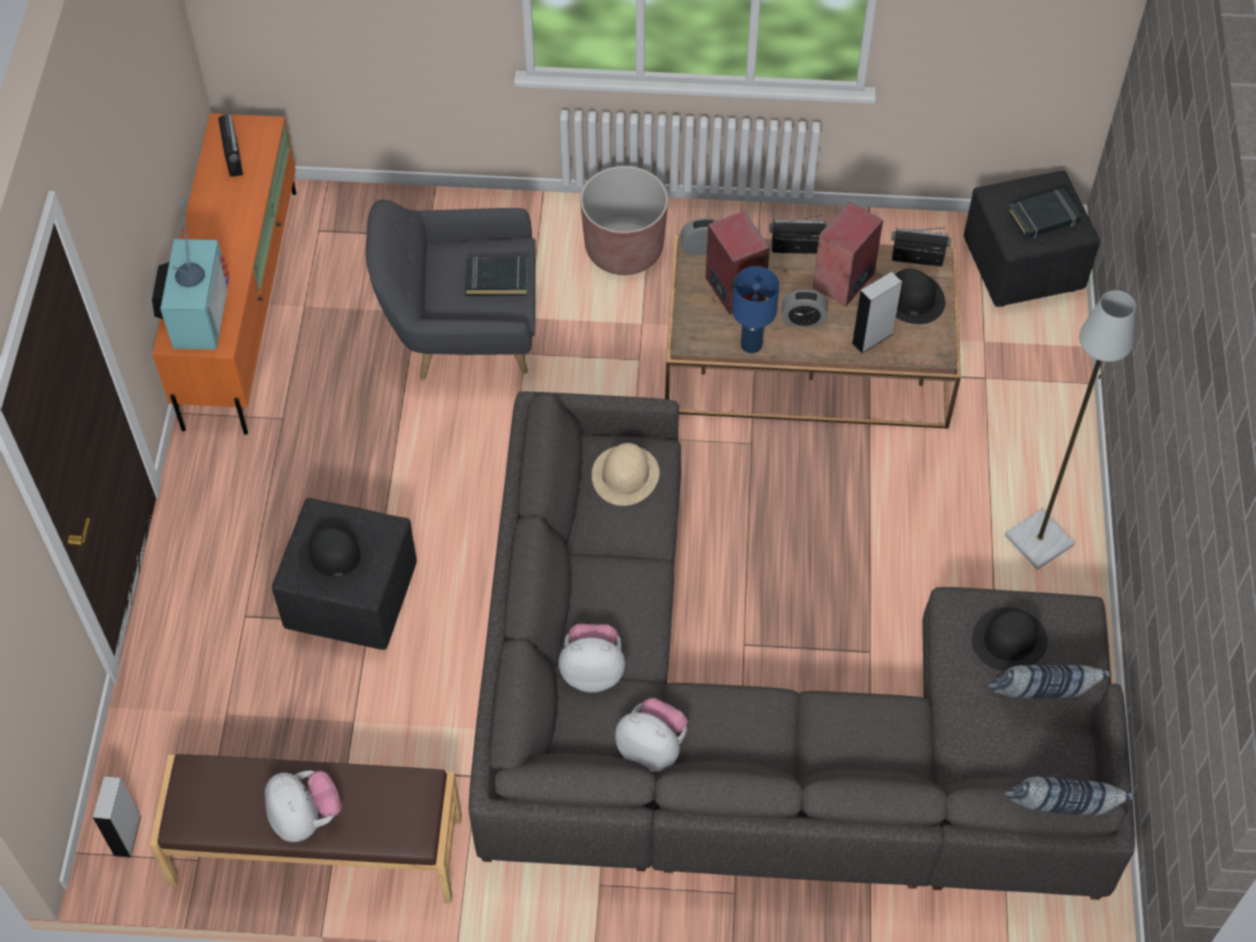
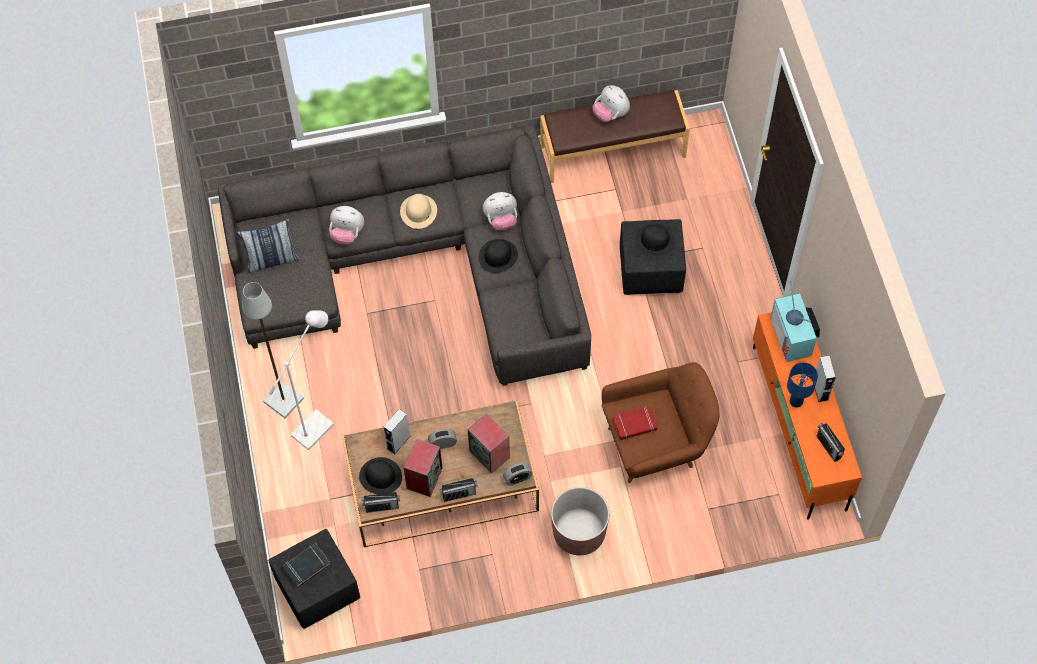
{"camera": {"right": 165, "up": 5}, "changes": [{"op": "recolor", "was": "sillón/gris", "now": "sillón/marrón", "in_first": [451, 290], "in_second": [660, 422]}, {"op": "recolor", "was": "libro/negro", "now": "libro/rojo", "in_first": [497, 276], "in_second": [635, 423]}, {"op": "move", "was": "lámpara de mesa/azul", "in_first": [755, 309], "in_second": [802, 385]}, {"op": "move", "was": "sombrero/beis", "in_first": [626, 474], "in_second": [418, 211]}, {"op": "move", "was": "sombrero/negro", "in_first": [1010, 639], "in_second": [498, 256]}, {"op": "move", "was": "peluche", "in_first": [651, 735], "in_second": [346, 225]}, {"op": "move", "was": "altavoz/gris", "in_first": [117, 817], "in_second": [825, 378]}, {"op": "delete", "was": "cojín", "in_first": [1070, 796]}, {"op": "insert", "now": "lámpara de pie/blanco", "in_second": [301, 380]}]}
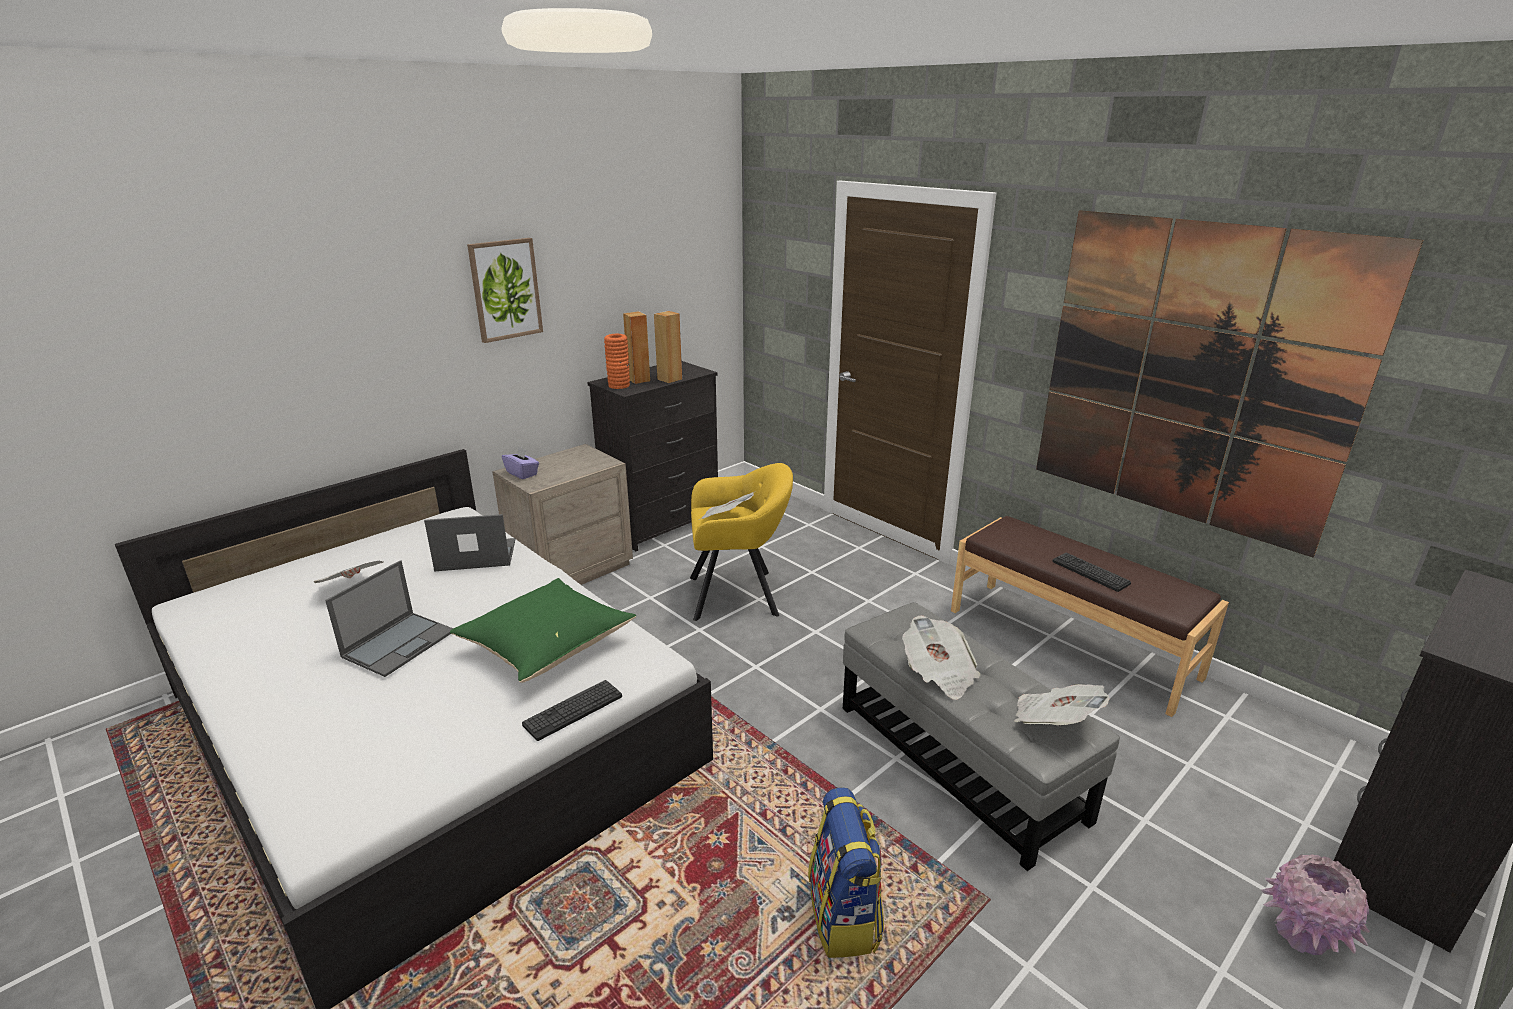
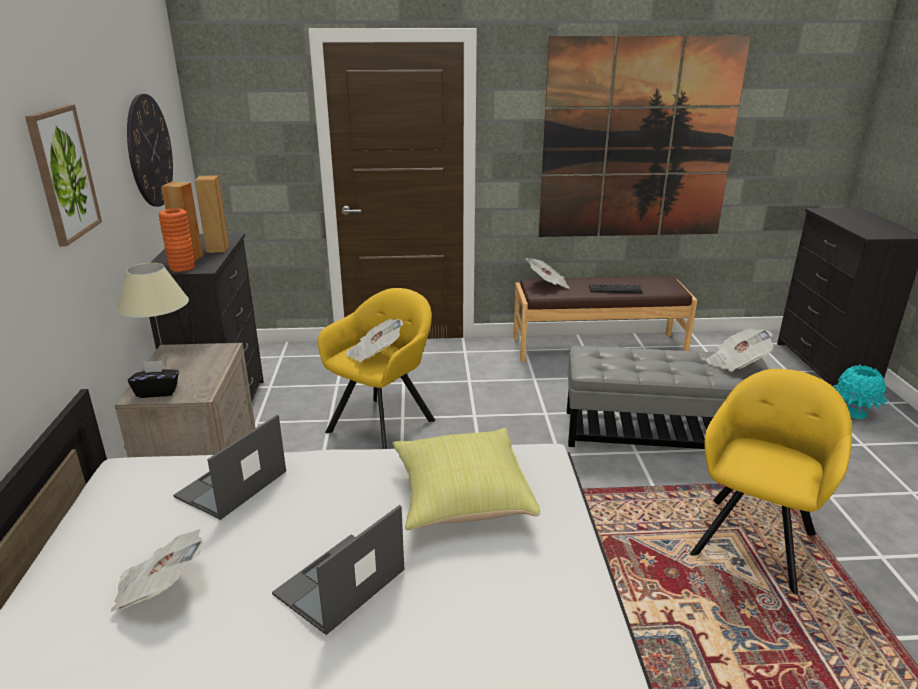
{"camera": {"right": -50, "up": 0}, "changes": [{"op": "recolor", "was": "caja de pañuelos/morado", "now": "caja de pañuelos/negro", "in_first": [520, 462], "in_second": [153, 379]}, {"op": "rotate", "was": "portátil", "in_first": [389, 618], "in_second": [338, 570], "clockwise": -120}, {"op": "recolor", "was": "cojín/verde", "now": "cojín/amarillo", "in_first": [543, 630], "in_second": [466, 479]}, {"op": "move", "was": "periódico", "in_first": [941, 657], "in_second": [547, 273]}, {"op": "delete", "was": "teclado", "in_first": [572, 710]}, {"op": "replace", "was": "mochila", "now": "sillón/amarillo", "in_first": [846, 872], "in_second": [771, 482]}, {"op": "recolor", "was": "florero/rosa", "now": "florero/turquesa", "in_first": [1315, 904], "in_second": [860, 392]}, {"op": "insert", "now": "reloj de pared", "in_second": [150, 150]}, {"op": "insert", "now": "lámpara de mesa/beis", "in_second": [152, 314]}]}
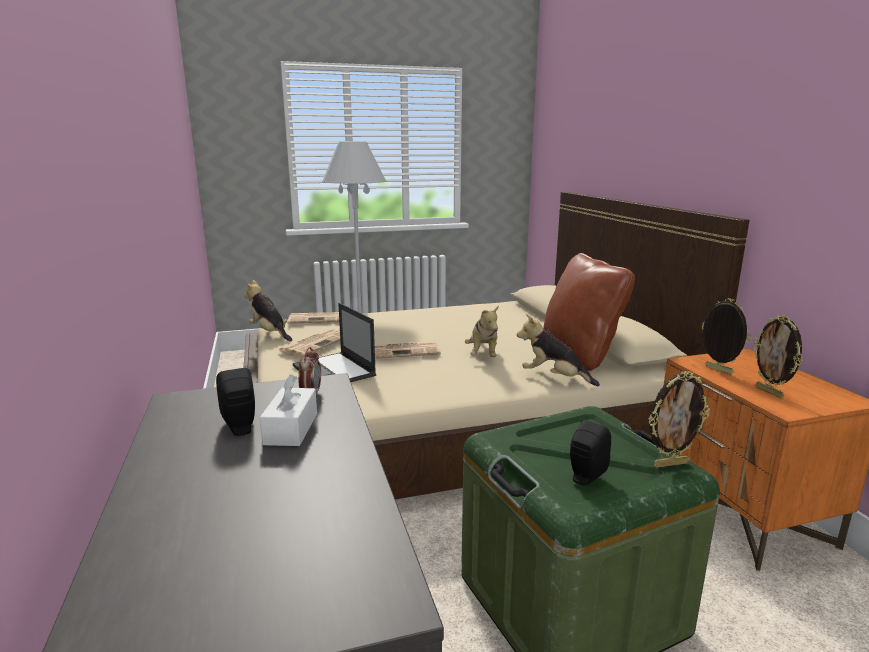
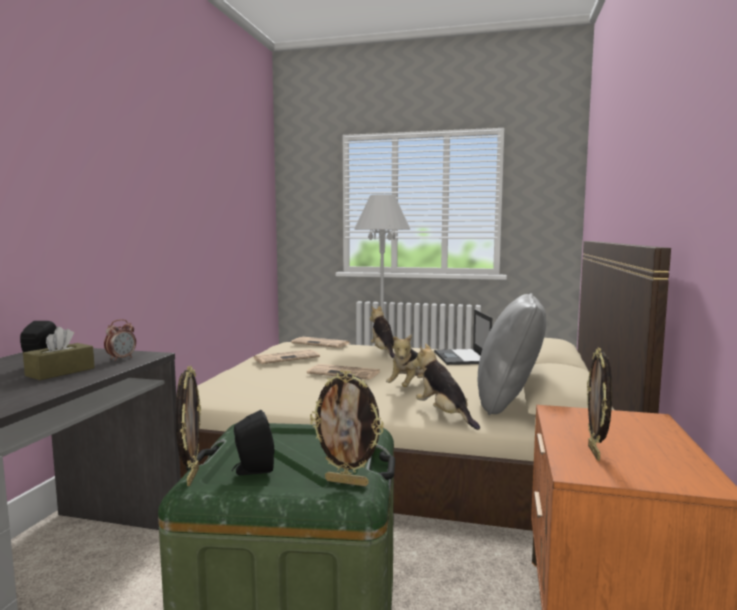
{"camera": {"right": 30, "up": -10}, "changes": [{"op": "recolor", "was": "cojín/marrón", "now": "cojín/gris", "in_first": [589, 312], "in_second": [512, 354]}, {"op": "move", "was": "peluche", "in_first": [267, 310], "in_second": [382, 332]}, {"op": "move", "was": "portarretratos", "in_first": [726, 336], "in_second": [188, 426]}, {"op": "move", "was": "portátil", "in_first": [334, 342], "in_second": [463, 337]}, {"op": "recolor", "was": "caja de pañuelos/blanco", "now": "caja de pañuelos/marrón", "in_first": [288, 410], "in_second": [59, 353]}]}
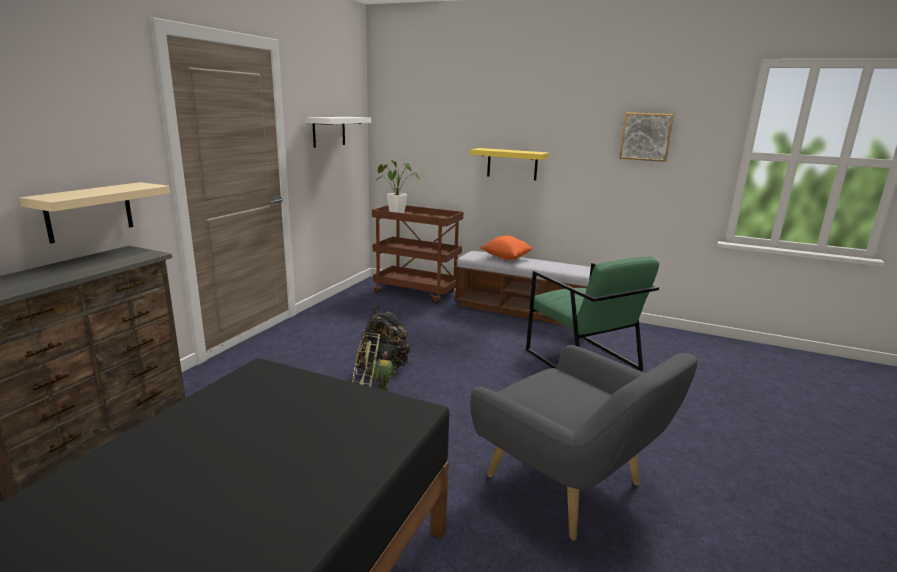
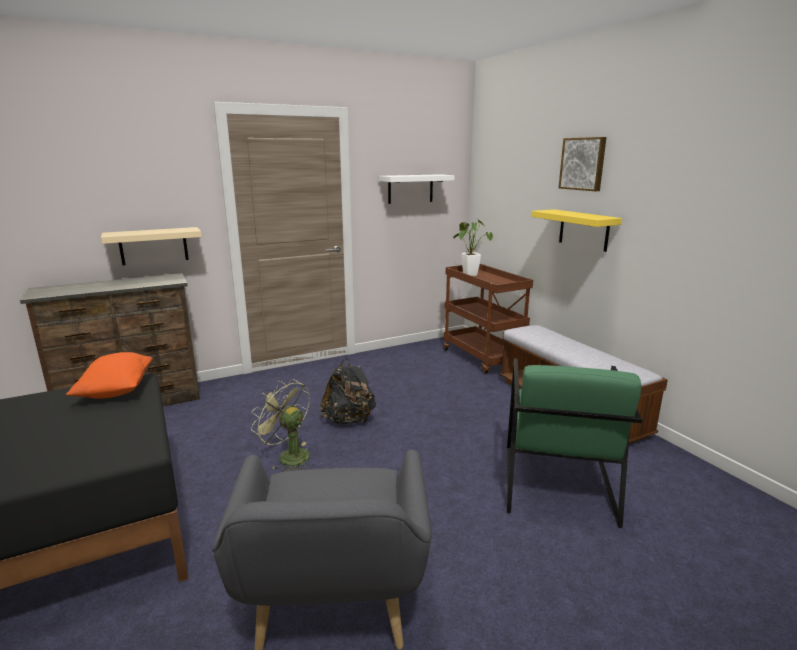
{"camera": {"right": 40, "up": 0}, "changes": [{"op": "move", "was": "cuadro", "in_first": [646, 137], "in_second": [582, 164]}, {"op": "move", "was": "cojín/naranja", "in_first": [506, 247], "in_second": [109, 375]}]}
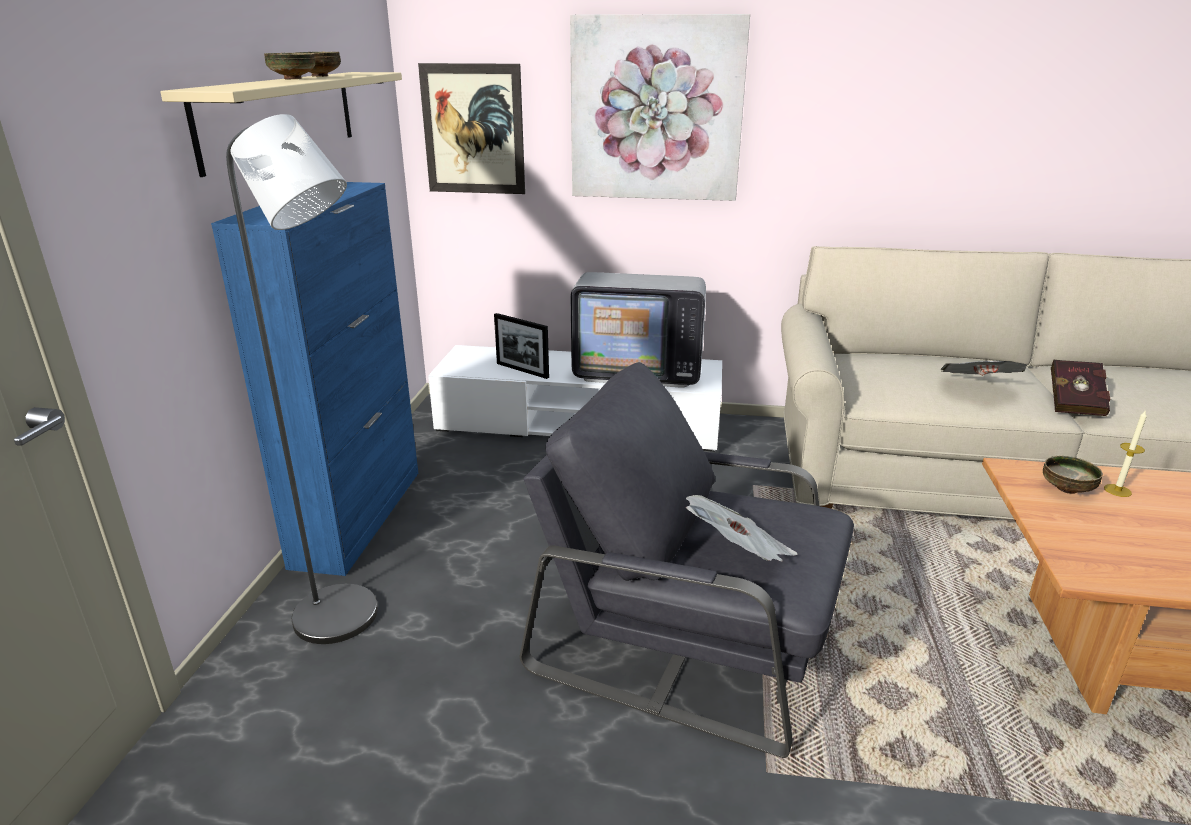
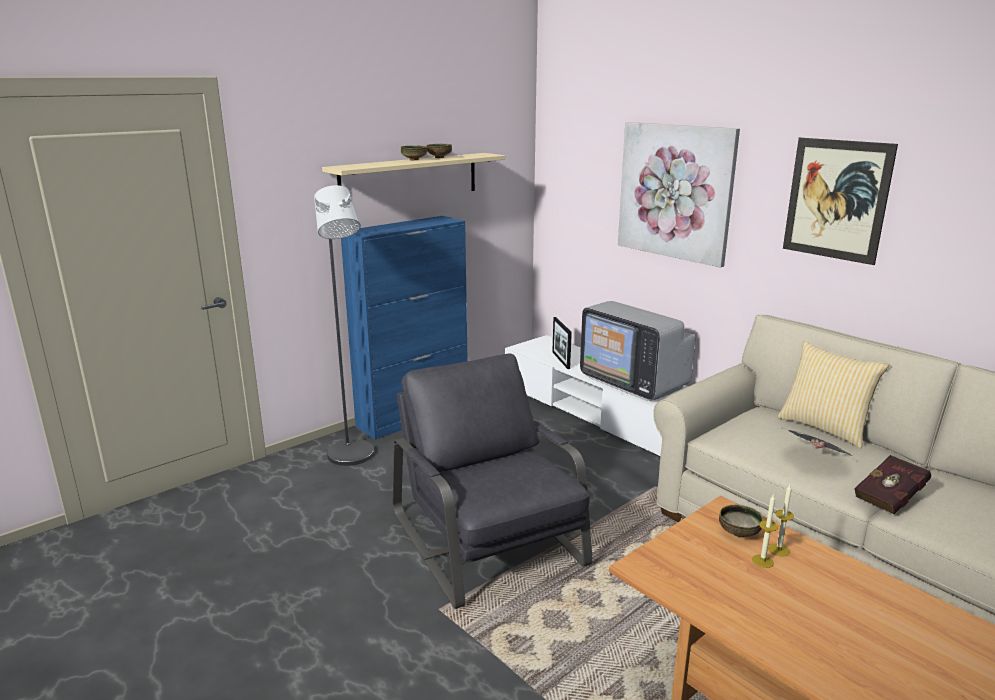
{"camera": {"right": 40, "up": -5}, "changes": [{"op": "move", "was": "cuadro", "in_first": [471, 128], "in_second": [840, 201]}, {"op": "delete", "was": "periódico", "in_first": [741, 528]}, {"op": "insert", "now": "cojín", "in_second": [834, 394]}, {"op": "insert", "now": "vela", "in_second": [765, 531]}]}
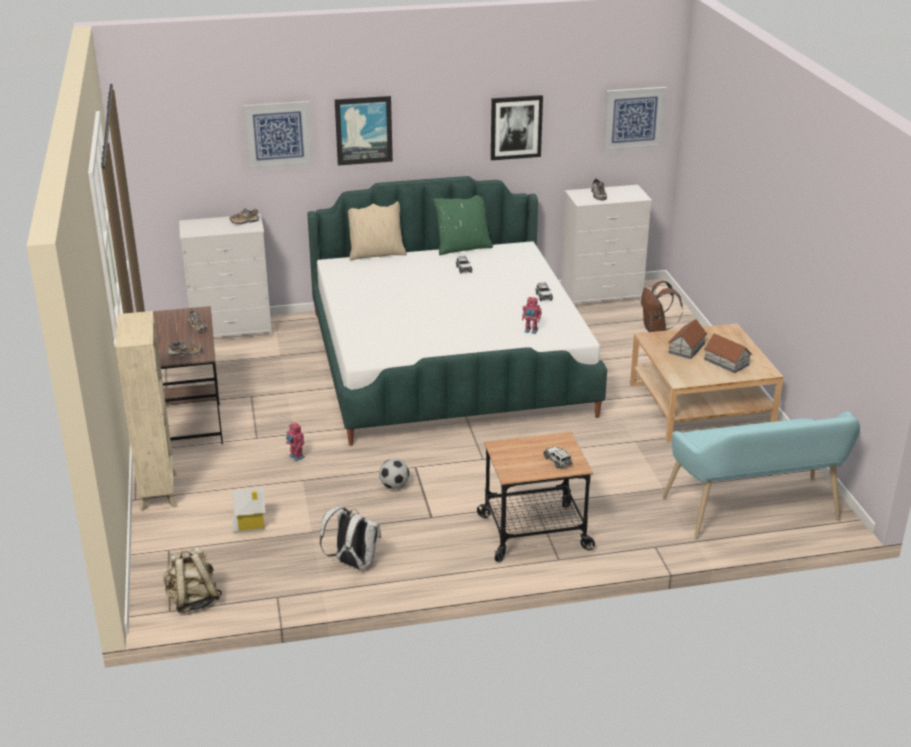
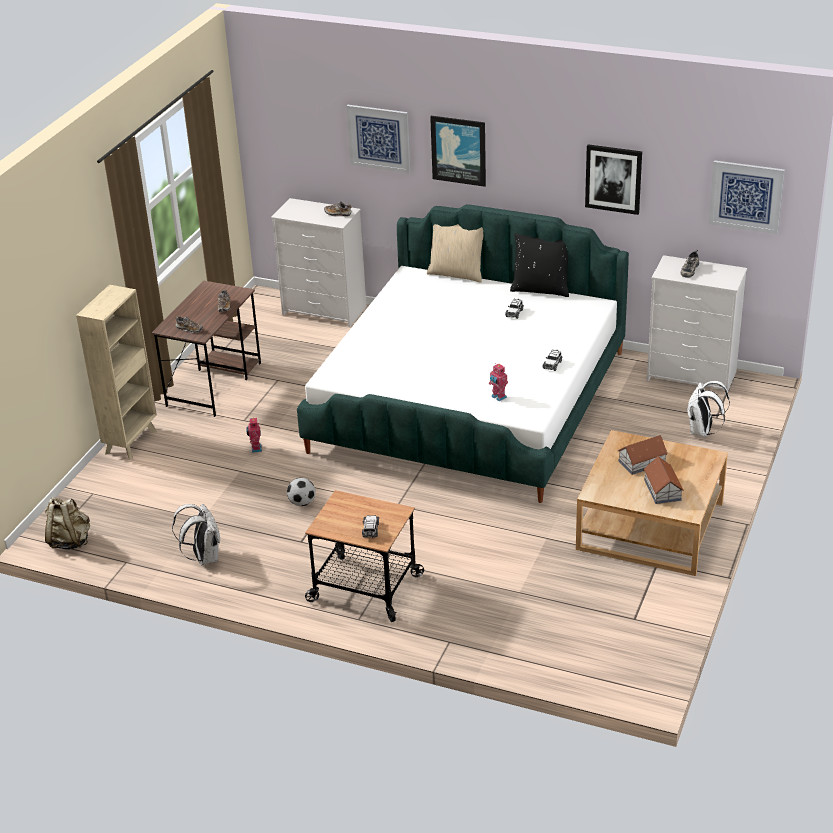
{"camera": {"right": 35, "up": 5}, "changes": [{"op": "recolor", "was": "cojín/verde", "now": "cojín/negro", "in_first": [463, 225], "in_second": [539, 265]}, {"op": "recolor", "was": "mochila/marrón", "now": "mochila/blanco", "in_first": [662, 306], "in_second": [708, 409]}, {"op": "delete", "was": "banco/turquesa", "in_first": [761, 475]}, {"op": "delete", "was": "casita", "in_first": [249, 511]}]}
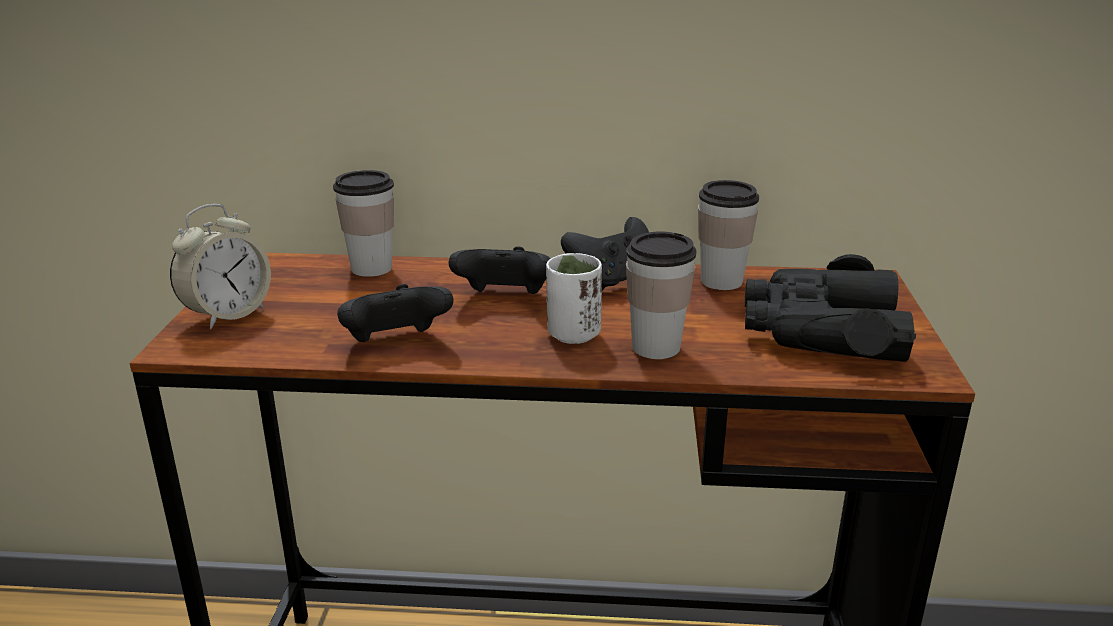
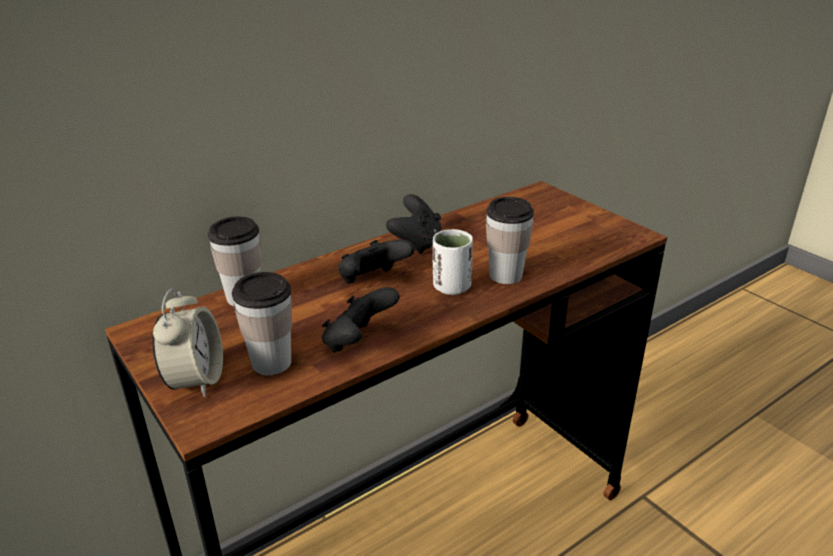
{"camera": {"right": -40, "up": 5}, "changes": [{"op": "move", "was": "taza", "in_first": [728, 235], "in_second": [262, 323]}, {"op": "delete", "was": "prismáticos/negro", "in_first": [830, 308]}]}
